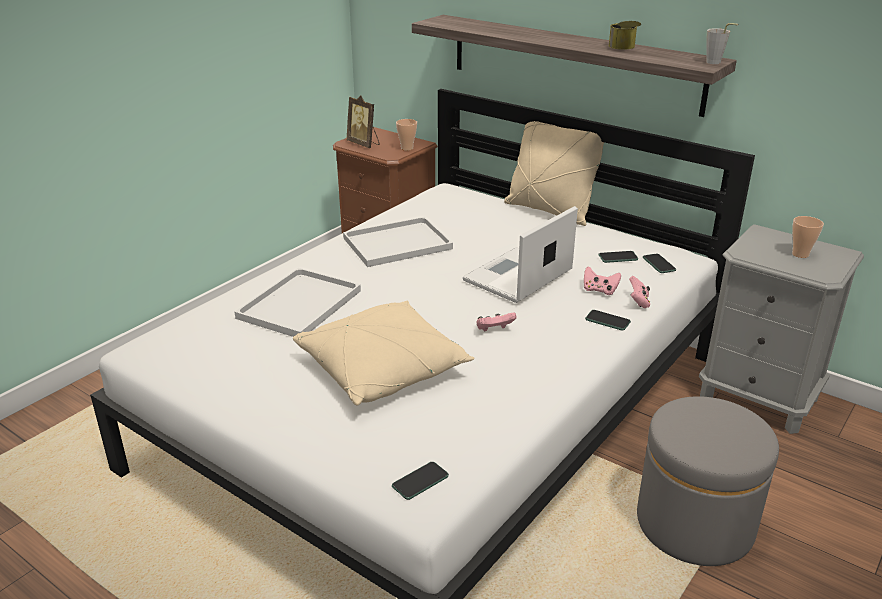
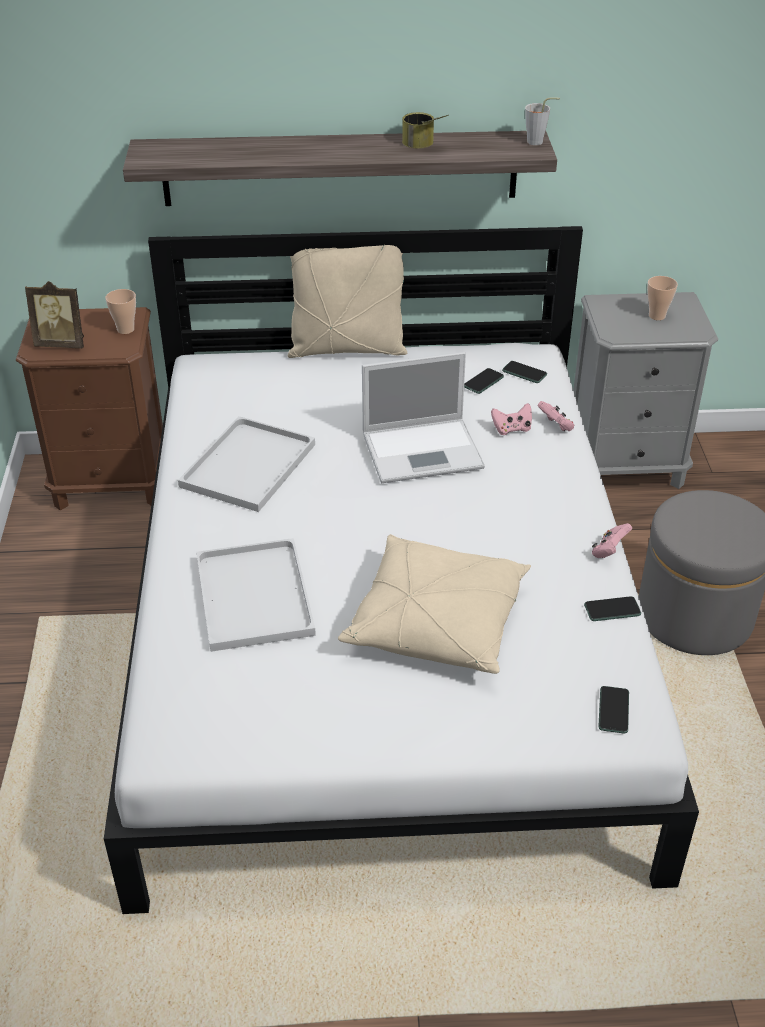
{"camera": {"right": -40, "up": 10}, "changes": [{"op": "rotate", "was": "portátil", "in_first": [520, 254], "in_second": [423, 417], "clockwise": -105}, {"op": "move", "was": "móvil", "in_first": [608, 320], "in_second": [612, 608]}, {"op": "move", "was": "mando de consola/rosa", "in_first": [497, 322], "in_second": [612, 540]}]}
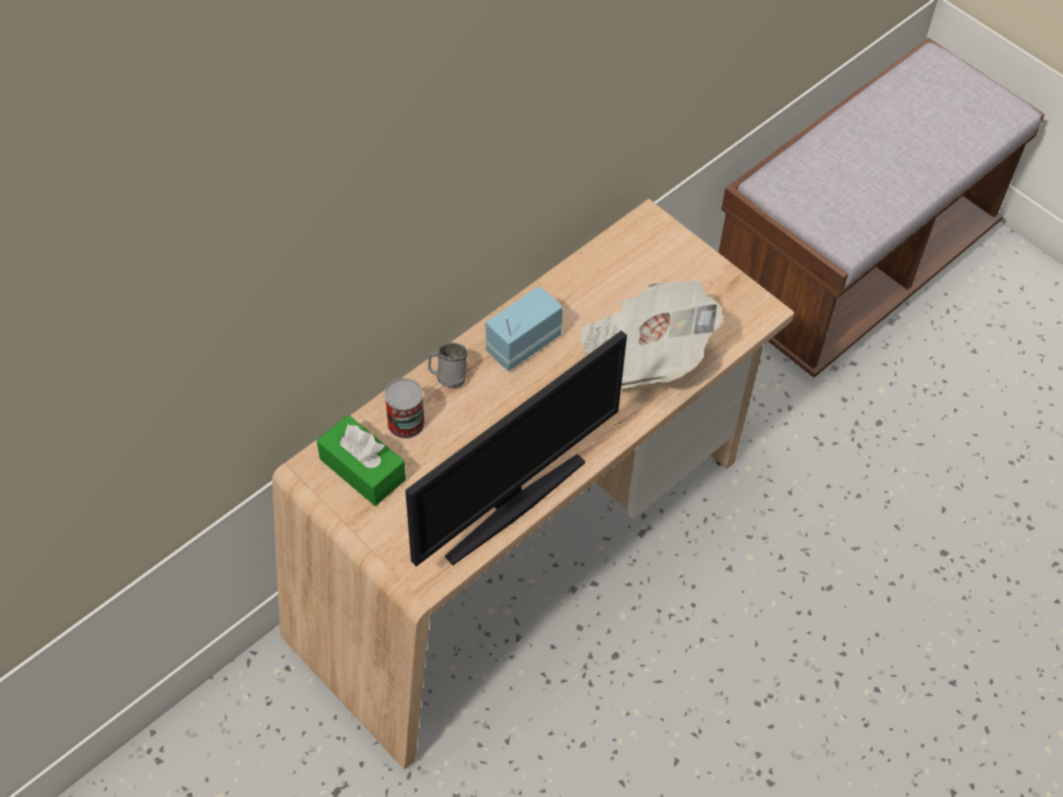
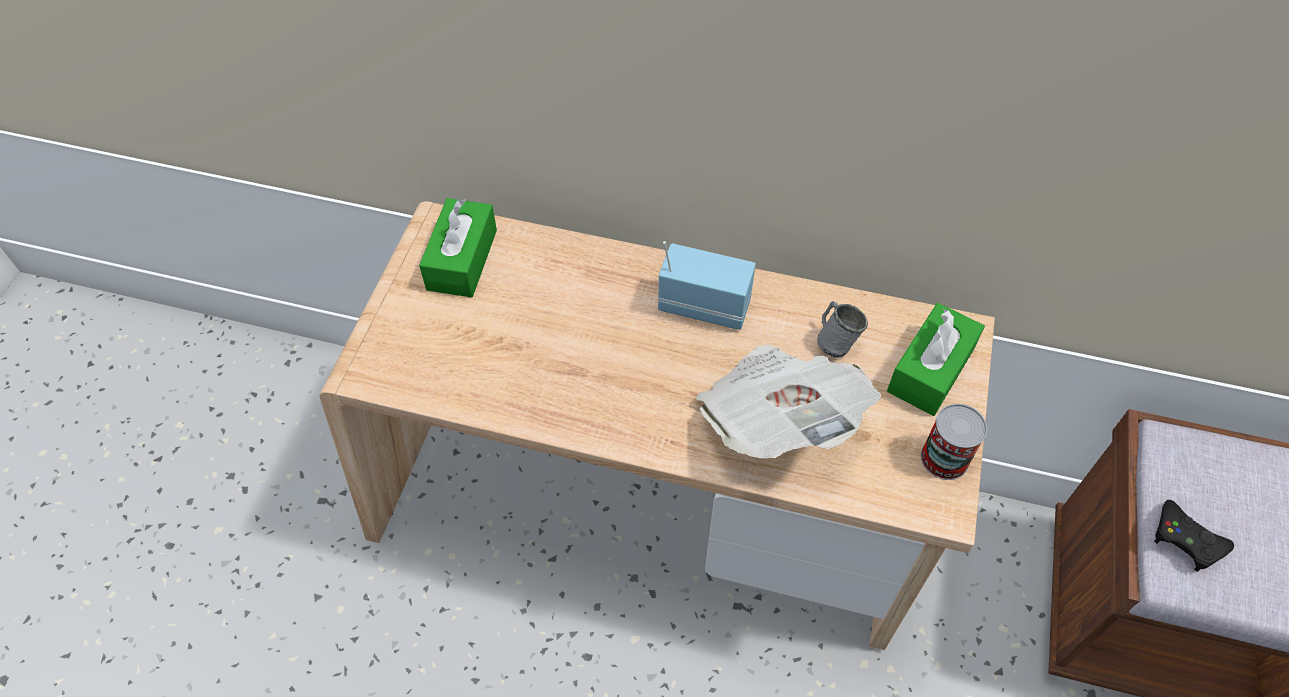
{"camera": {"right": 60, "up": 0}, "changes": [{"op": "delete", "was": "monitor", "in_first": [516, 448]}, {"op": "move", "was": "taza grande/gris", "in_first": [448, 365], "in_second": [842, 329]}, {"op": "move", "was": "lata", "in_first": [405, 408], "in_second": [954, 442]}, {"op": "insert", "now": "caja de pañuelos/verde", "in_second": [936, 359]}, {"op": "insert", "now": "mando de consola/negro", "in_second": [1194, 536]}]}
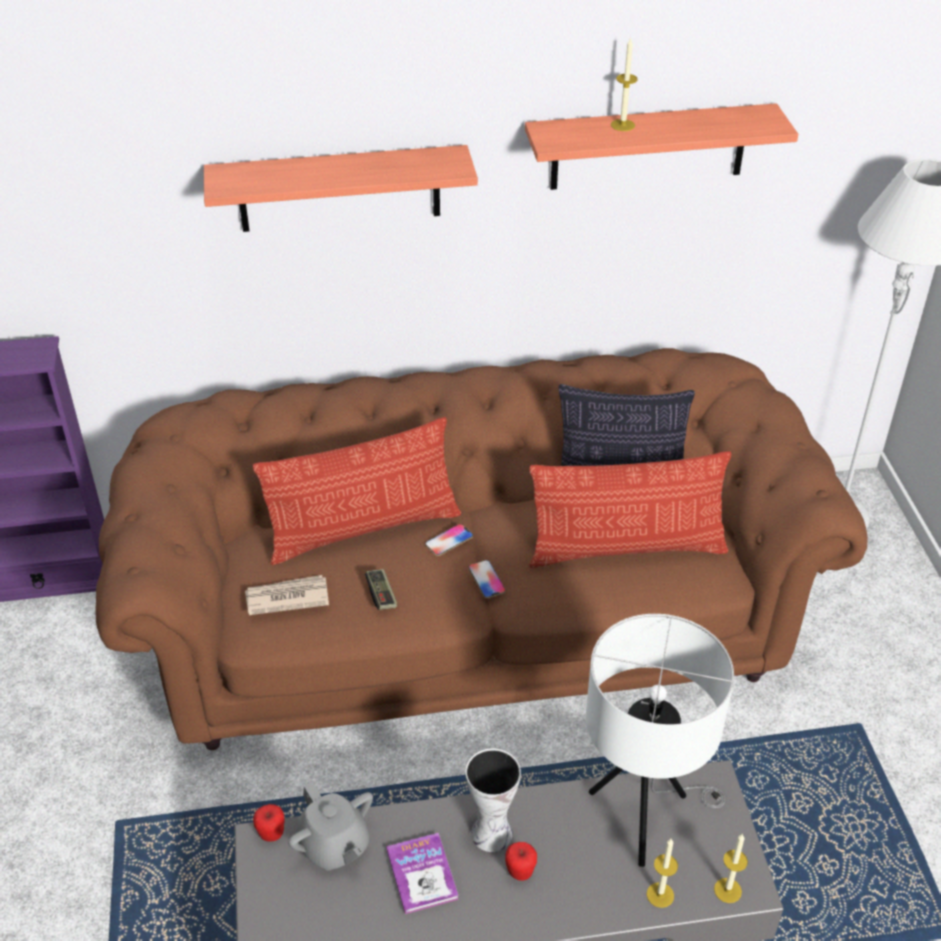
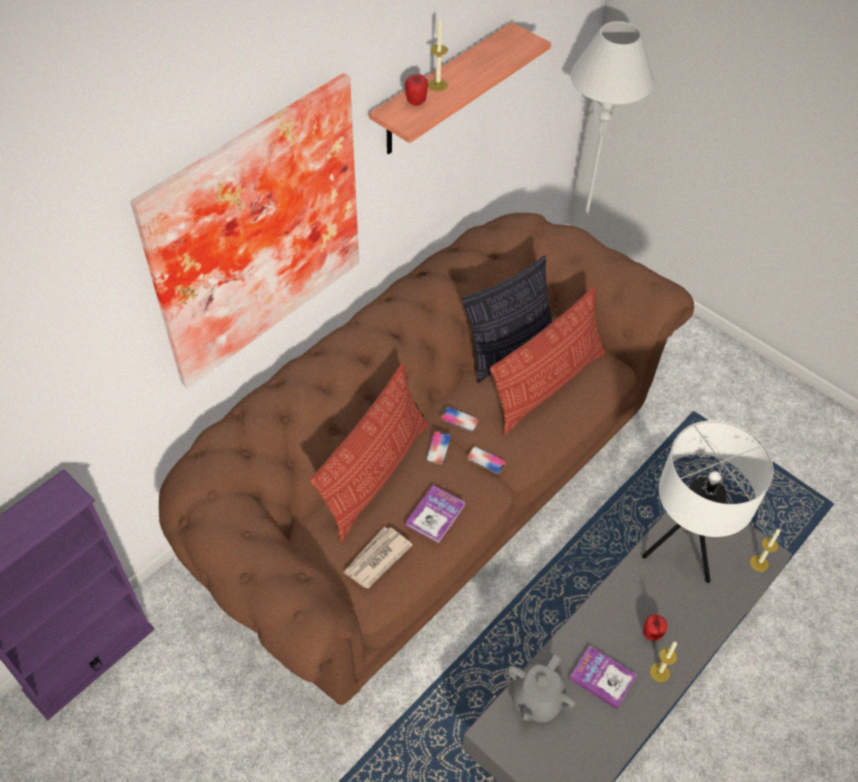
{"camera": {"right": -40, "up": 10}, "changes": [{"op": "replace", "was": "estante", "now": "cuadro", "in_first": [341, 188], "in_second": [244, 230]}, {"op": "replace", "was": "mando de consola", "now": "libro", "in_first": [381, 589], "in_second": [435, 514]}, {"op": "delete", "was": "florero", "in_first": [493, 800]}, {"op": "rotate", "was": "tetera/gris", "in_first": [330, 826], "in_second": [541, 689], "clockwise": 105}, {"op": "move", "was": "manzana", "in_first": [269, 823], "in_second": [416, 90]}, {"op": "move", "was": "vela", "in_first": [662, 873], "in_second": [663, 662]}, {"op": "insert", "now": "móvil", "in_second": [460, 419]}]}
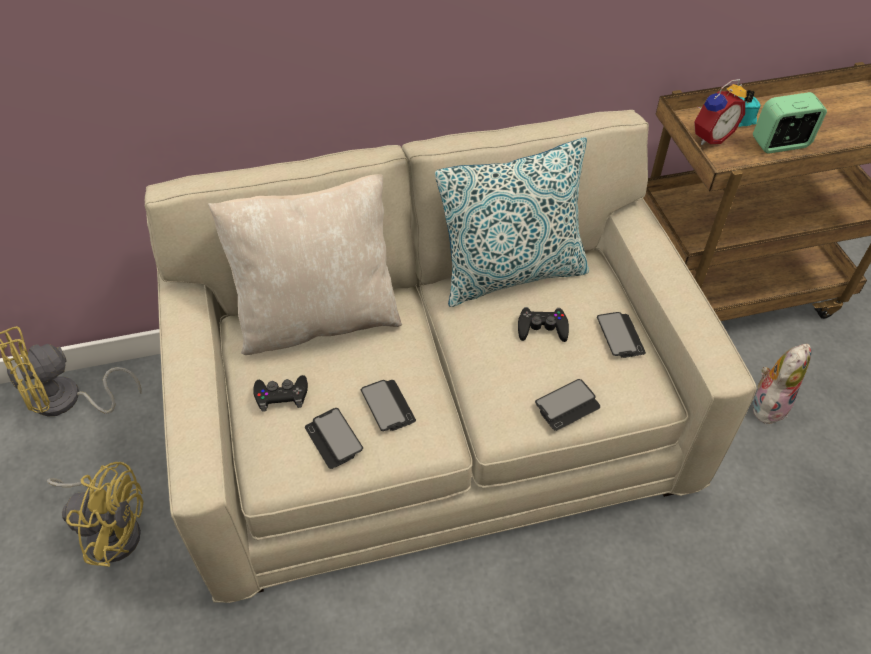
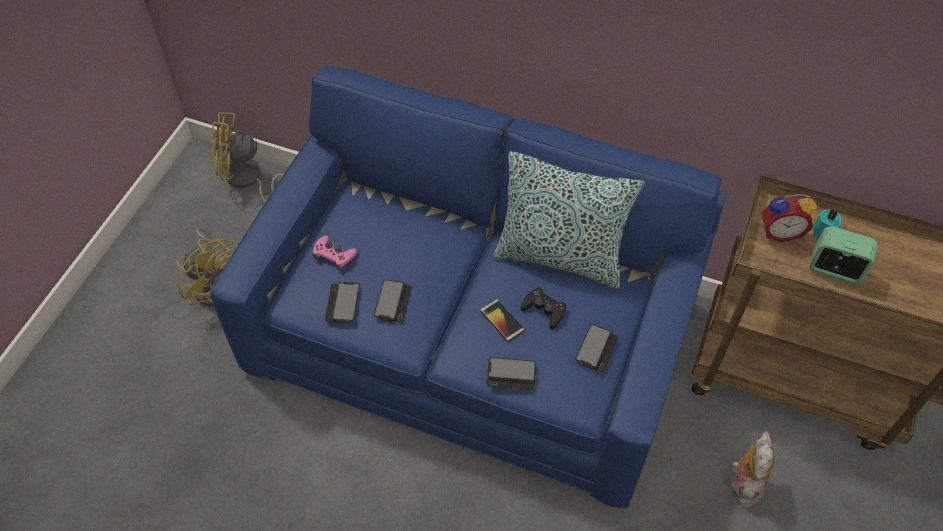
{"camera": {"right": 35, "up": 5}, "changes": [{"op": "recolor", "was": "sofá/beis", "now": "sofá/azul", "in_first": [451, 356], "in_second": [468, 287]}, {"op": "delete", "was": "cojín/beis", "in_first": [305, 264]}, {"op": "rotate", "was": "peluche", "in_first": [782, 384], "in_second": [752, 469], "clockwise": -60}, {"op": "recolor", "was": "mando de consola/negro", "now": "mando de consola/rosa", "in_first": [280, 393], "in_second": [335, 253]}, {"op": "insert", "now": "móvil", "in_second": [502, 320]}]}
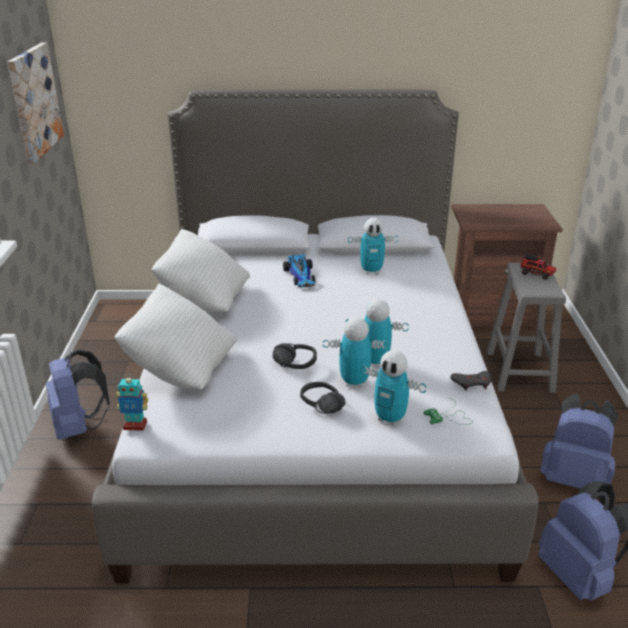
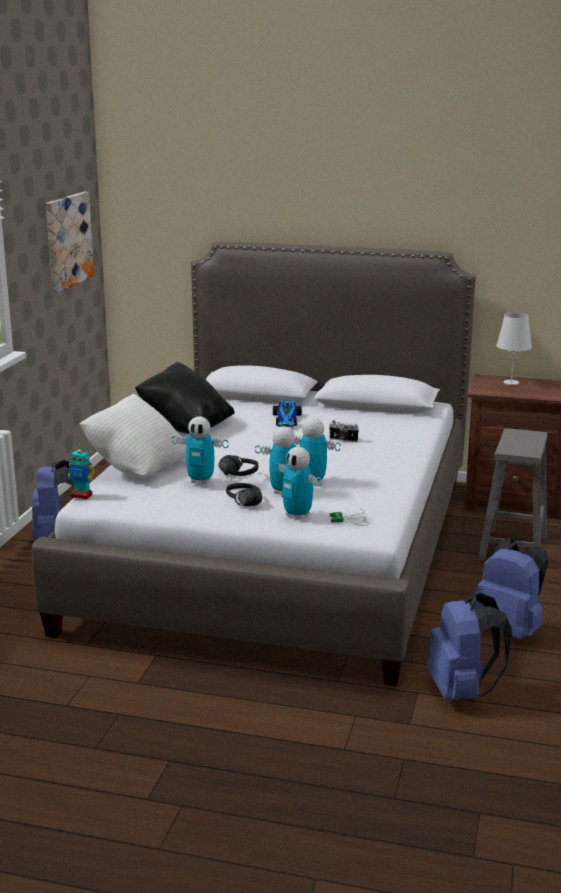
{"camera": {"right": 15, "up": -10}, "changes": [{"op": "move", "was": "robot de juguete", "in_first": [373, 246], "in_second": [200, 450]}, {"op": "recolor", "was": "cojín/blanco", "now": "cojín/negro", "in_first": [201, 270], "in_second": [185, 398]}, {"op": "delete", "was": "camión de juguete", "in_first": [538, 267]}, {"op": "delete", "was": "mando de consola/gris", "in_first": [471, 381]}, {"op": "insert", "now": "lámpara de mesa/blanco", "in_second": [514, 349]}, {"op": "insert", "now": "cámara", "in_second": [344, 431]}]}
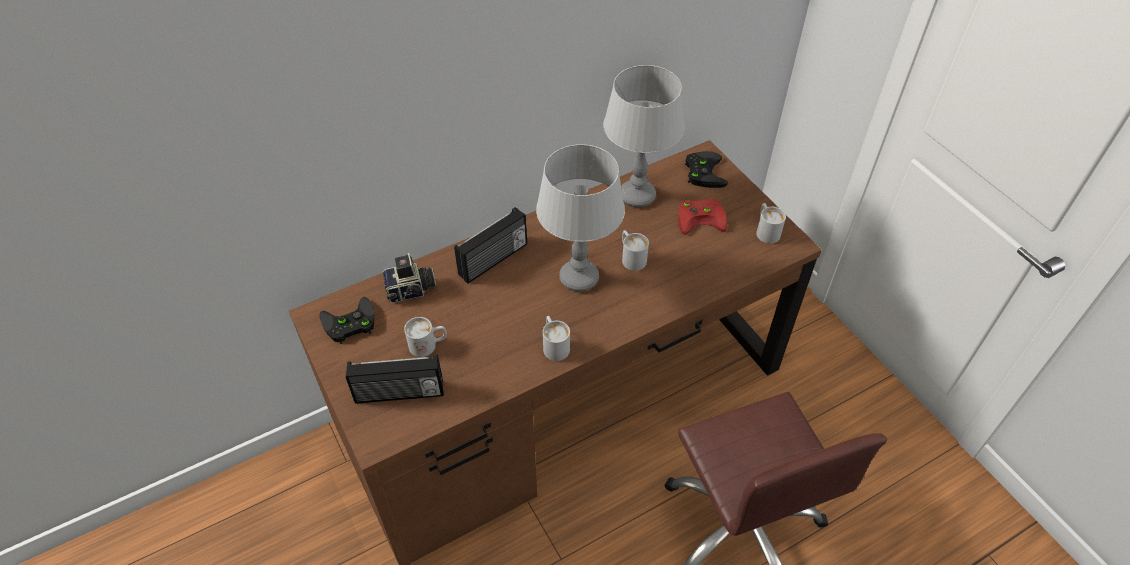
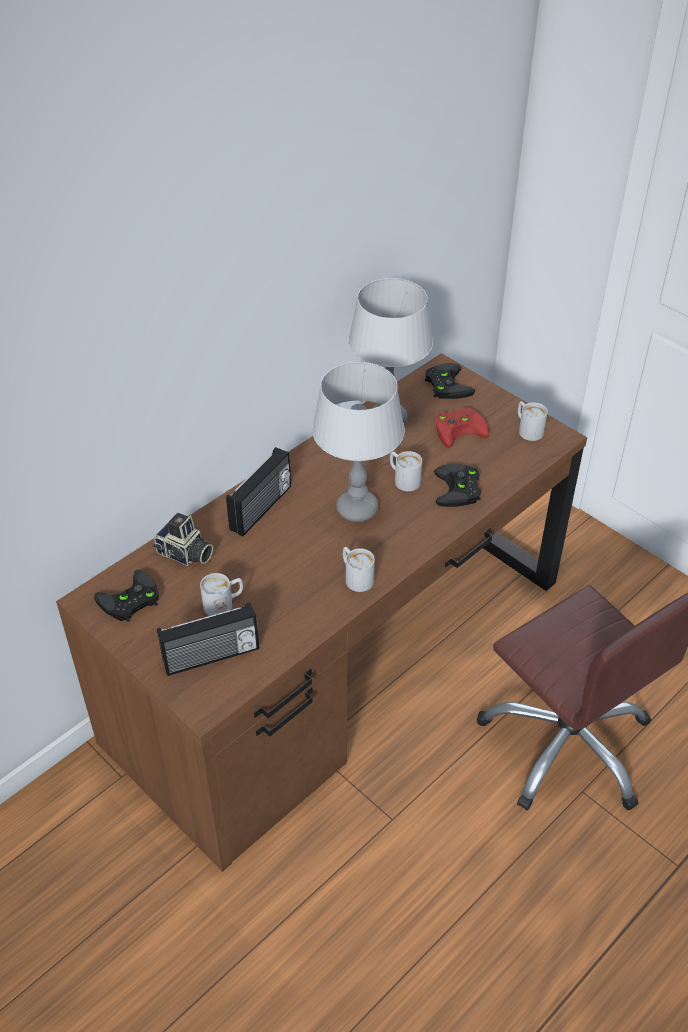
{"camera": {"right": -15, "up": -5}, "changes": [{"op": "rotate", "was": "cámara", "in_first": [409, 278], "in_second": [183, 539], "clockwise": 60}, {"op": "insert", "now": "mando de consola/negro", "in_second": [457, 485]}]}
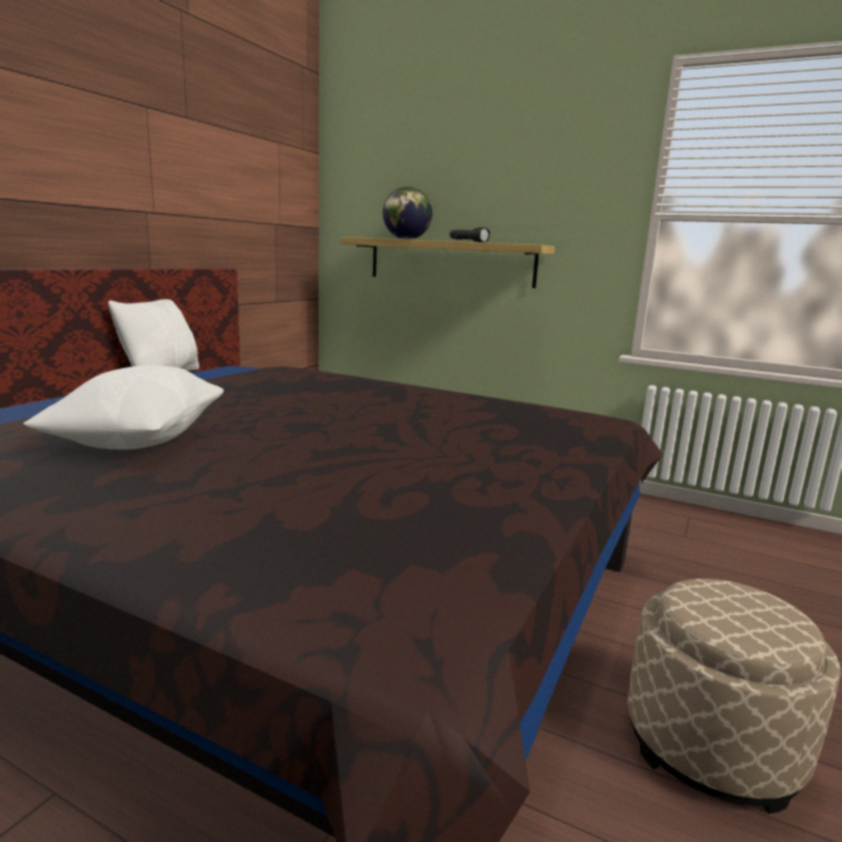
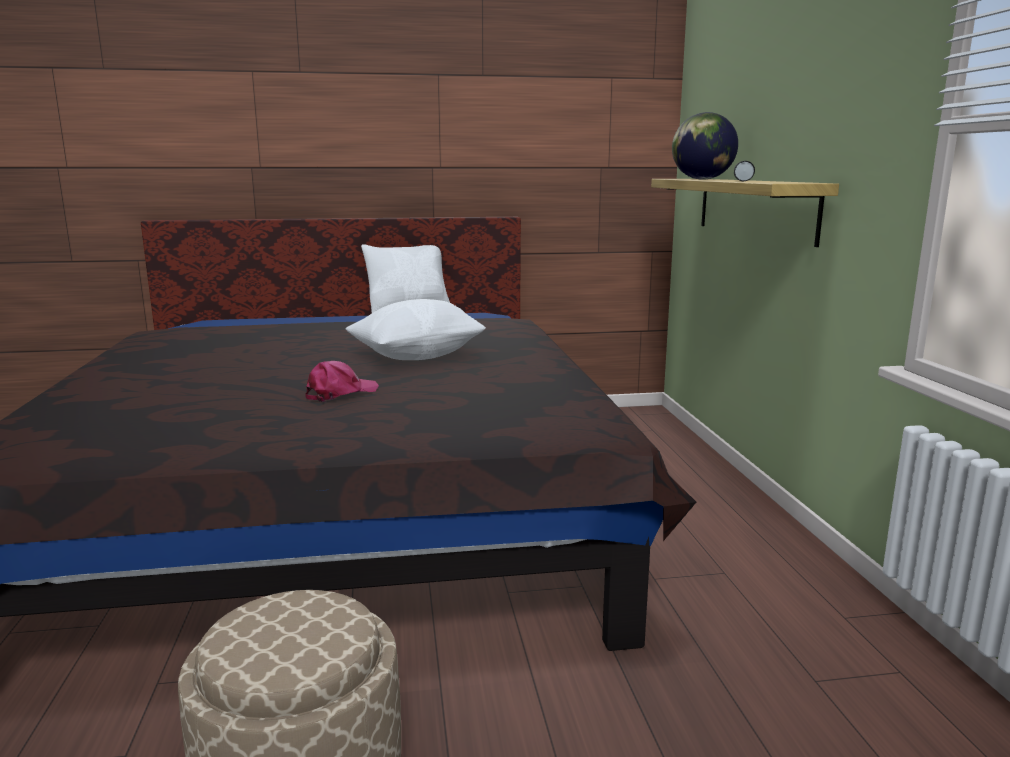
{"camera": {"right": 55, "up": 0}, "changes": [{"op": "move", "was": "cojín/blanco", "in_first": [123, 407], "in_second": [416, 329]}, {"op": "insert", "now": "gorra/rosa", "in_second": [342, 381]}]}
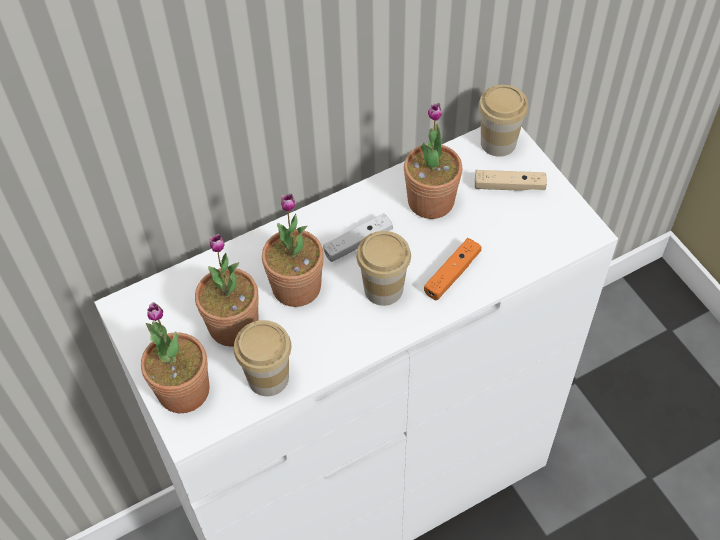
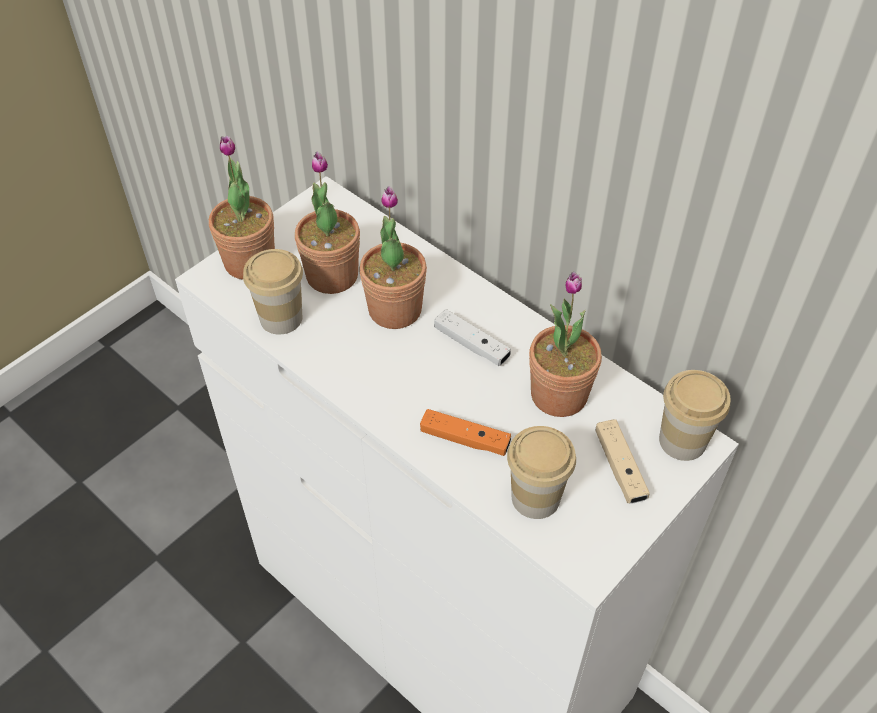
{"camera": {"right": 70, "up": -5}, "changes": [{"op": "move", "was": "taza", "in_first": [383, 268], "in_second": [541, 472]}]}
